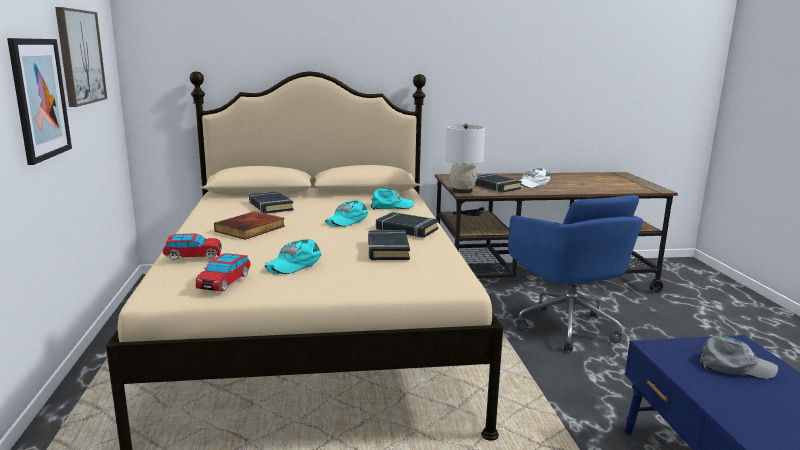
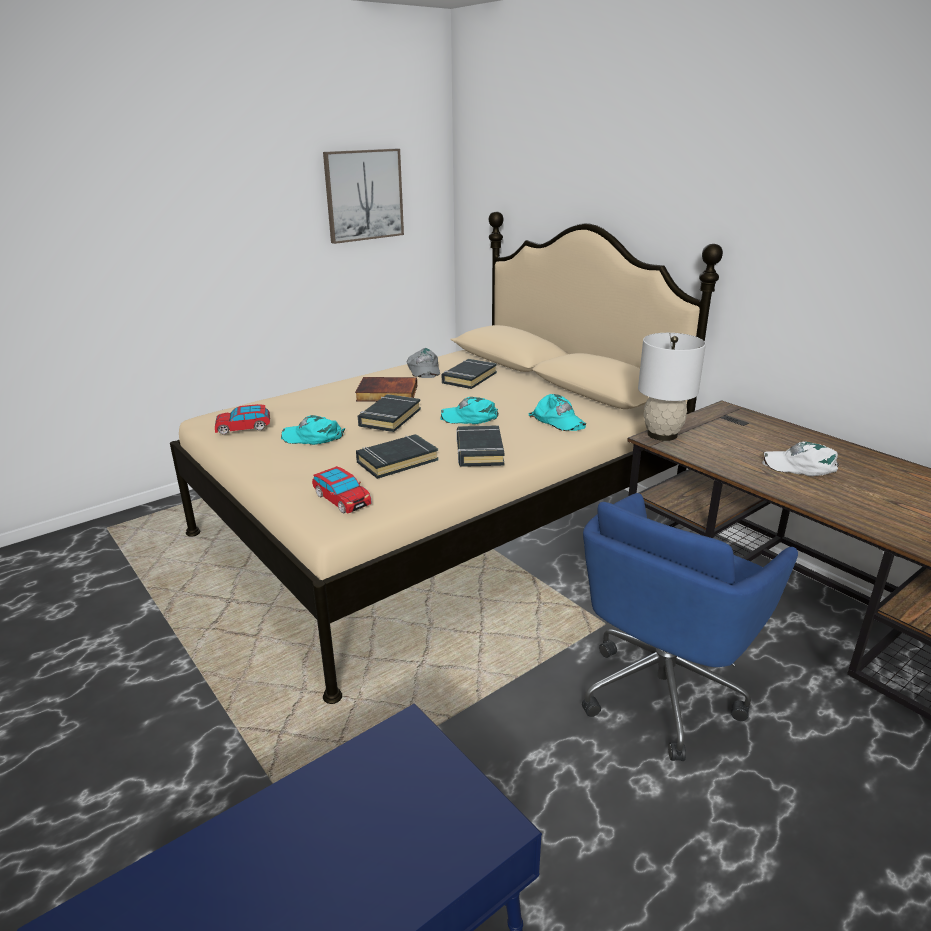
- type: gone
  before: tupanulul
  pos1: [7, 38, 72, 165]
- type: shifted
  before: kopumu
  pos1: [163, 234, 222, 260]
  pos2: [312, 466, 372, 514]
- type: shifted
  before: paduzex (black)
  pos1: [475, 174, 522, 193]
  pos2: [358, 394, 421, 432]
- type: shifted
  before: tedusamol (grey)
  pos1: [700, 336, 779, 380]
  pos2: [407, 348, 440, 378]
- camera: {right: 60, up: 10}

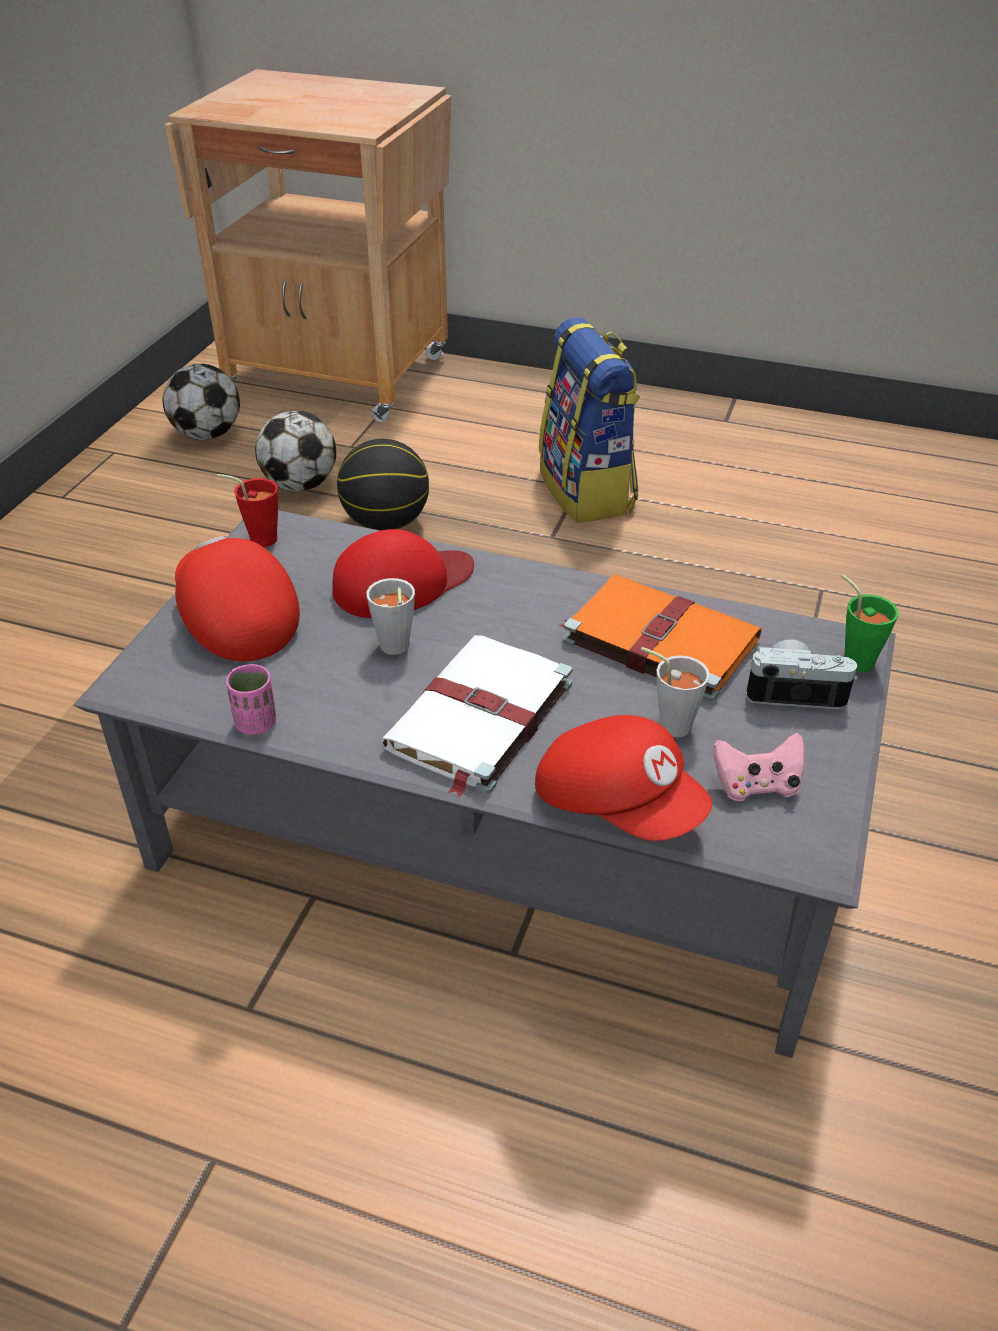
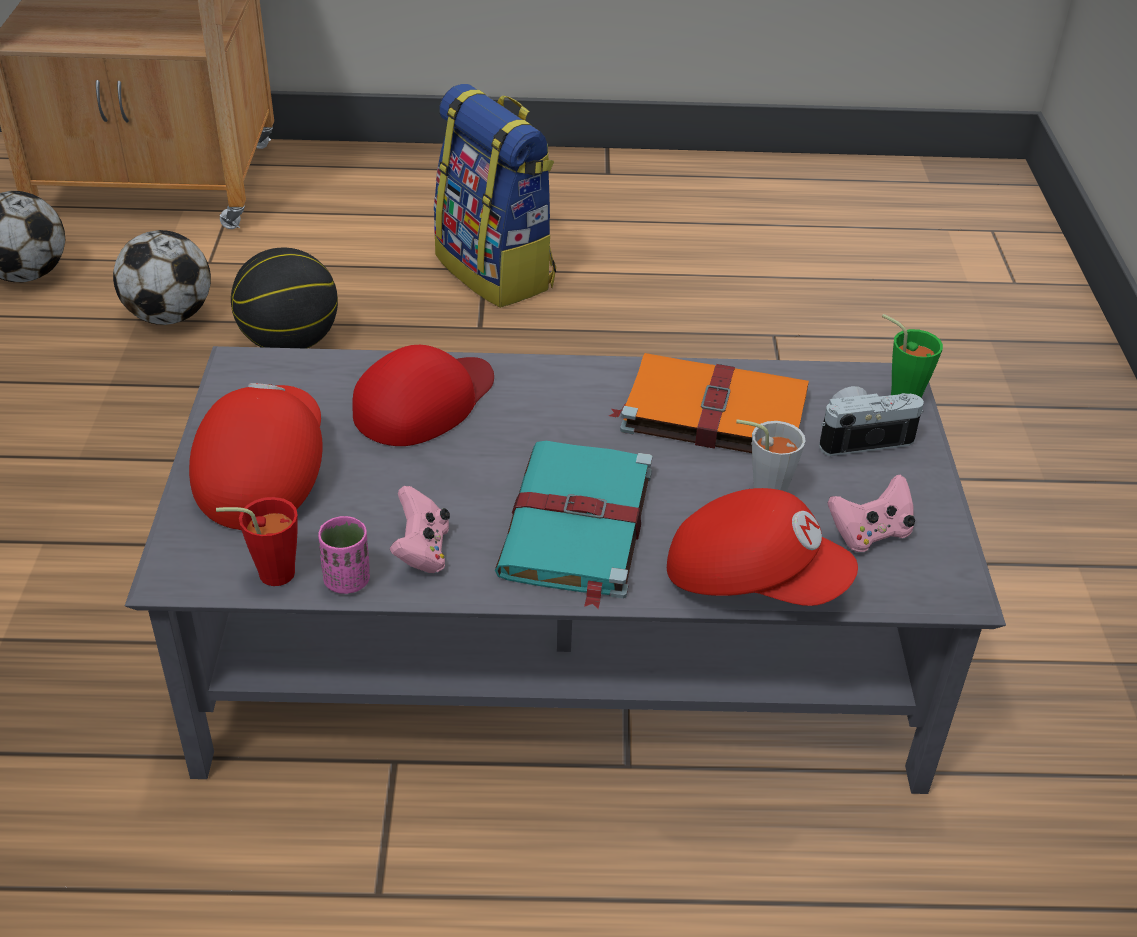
- type: gone
  before: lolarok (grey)
  pos1: [367, 578, 415, 655]
- type: new
  after: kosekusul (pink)
  pos2: [390, 486, 450, 573]
- type: shifted
  before: lolarok (red)
  pos1: [217, 474, 278, 547]
  pos2: [216, 497, 298, 586]
- type: repainted
  before: paduzex (white)
  after: paduzex (turquoise)
  pos1: [381, 635, 572, 798]
  pos2: [495, 441, 653, 609]
- type: rotated
  before: tedusamol (red)
  pos1: [175, 536, 300, 661]
  pos2: [189, 383, 323, 530]
  turn: 60
- camera: {right: -20, up: 0}

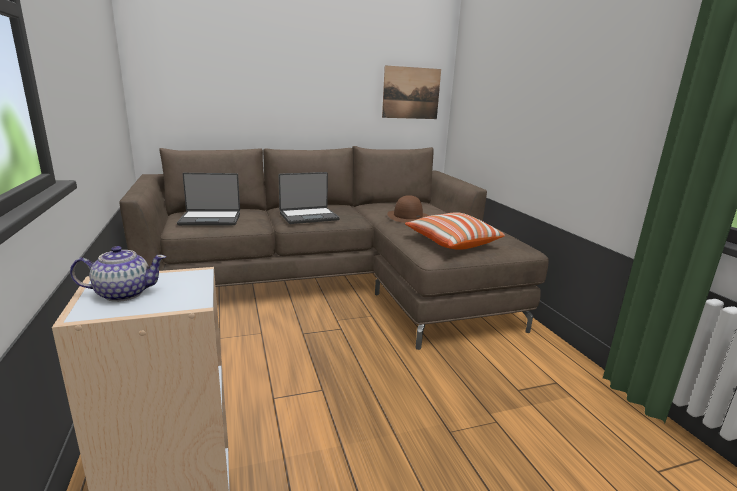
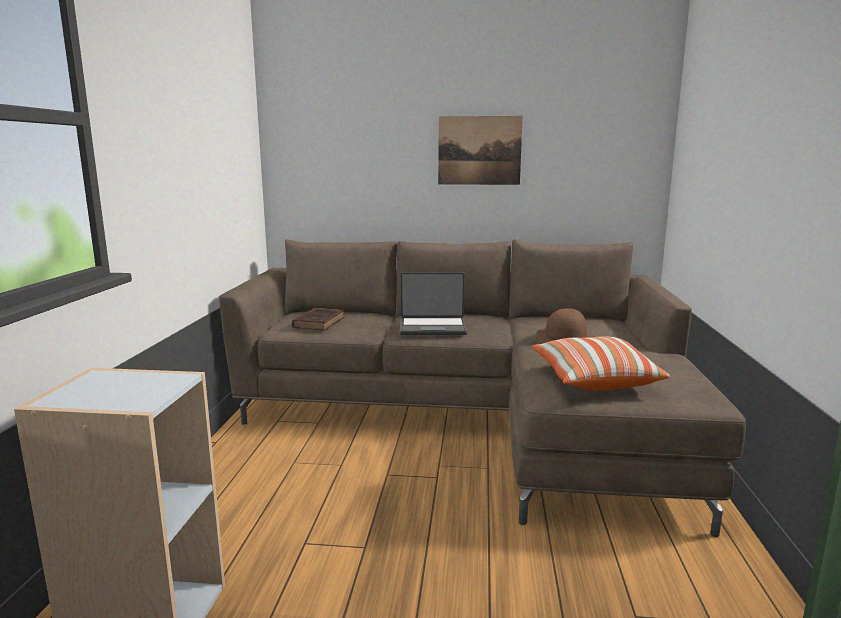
- type: gone
  before: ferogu
  pos1: [70, 246, 166, 302]
- type: shifted
  before: tupanulul
  pos1: [382, 65, 441, 119]
  pos2: [438, 116, 523, 185]
- type: swapped
  before: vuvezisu
  after: paduzex (brown)
  pos1: [177, 173, 240, 226]
  pos2: [292, 308, 344, 331]
- camera: {right: 25, up: -5}

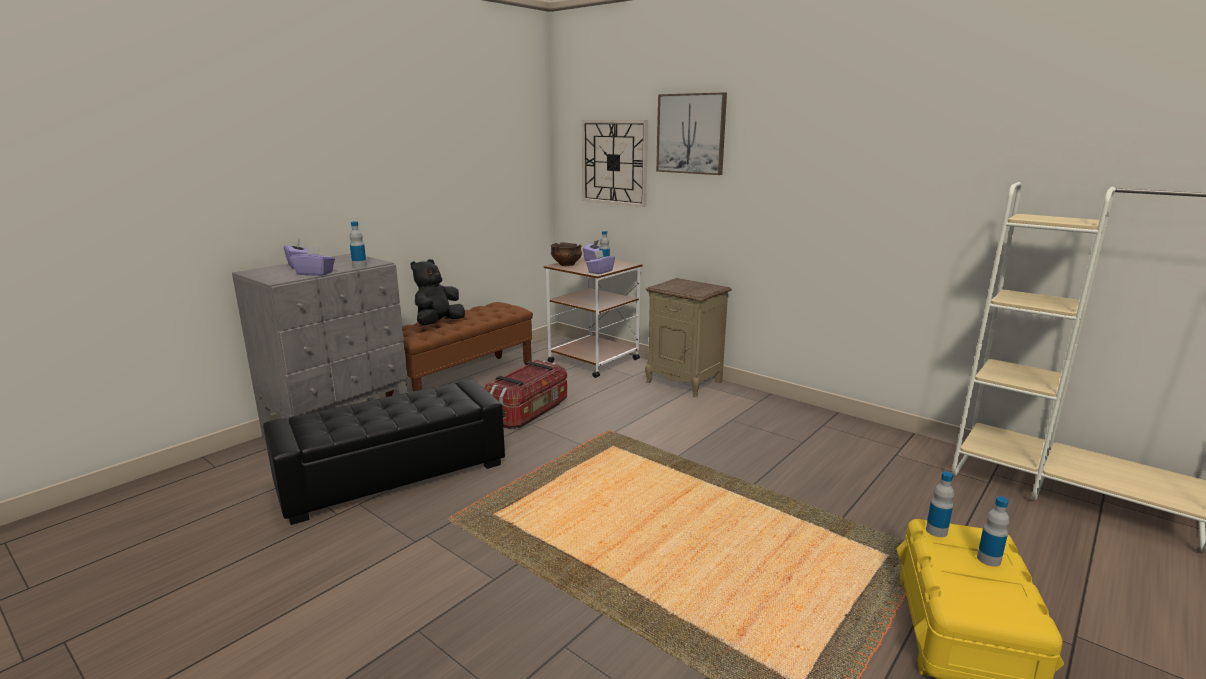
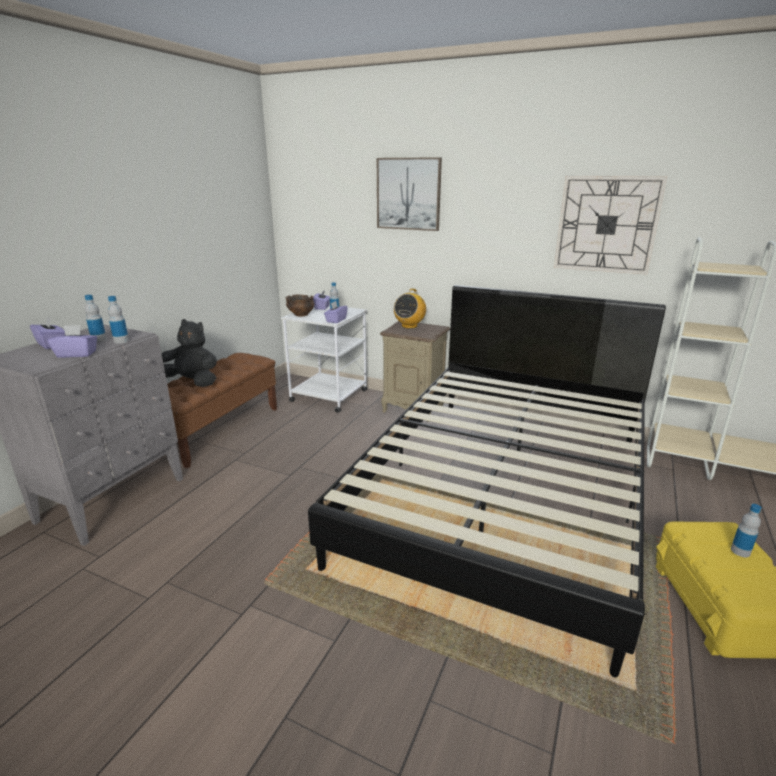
- type: gone
  before: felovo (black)
  pos1: [263, 379, 505, 525]
- type: gone
  before: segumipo
  pos1: [484, 360, 567, 429]
- type: new
  after: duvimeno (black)
  pos2: [308, 285, 666, 678]
- type: new
  after: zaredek
  pos2: [394, 288, 426, 328]
- type: shifted
  before: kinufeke
  pos1: [582, 120, 648, 207]
  pos2: [554, 176, 667, 275]
- type: shifted
  before: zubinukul
  pos1: [926, 471, 954, 537]
  pos2: [85, 295, 107, 342]
- type: repainted
  before: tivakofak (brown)
  after: tivakofak (white)
  pos1: [544, 257, 643, 378]
  pos2: [281, 305, 368, 413]
- type: rotated
  before: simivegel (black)
  pos1: [411, 259, 465, 325]
  pos2: [161, 319, 217, 387]
  turn: 90
- camera: {right: -15, up: 5}

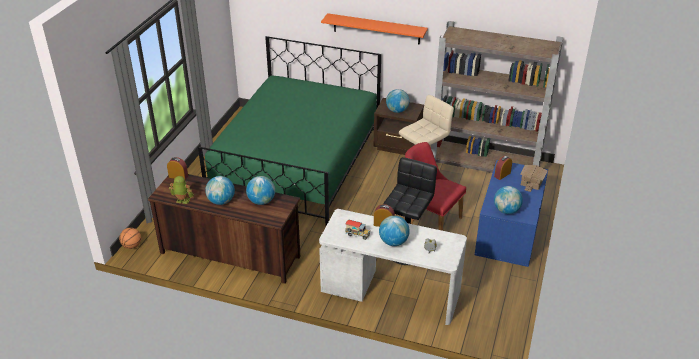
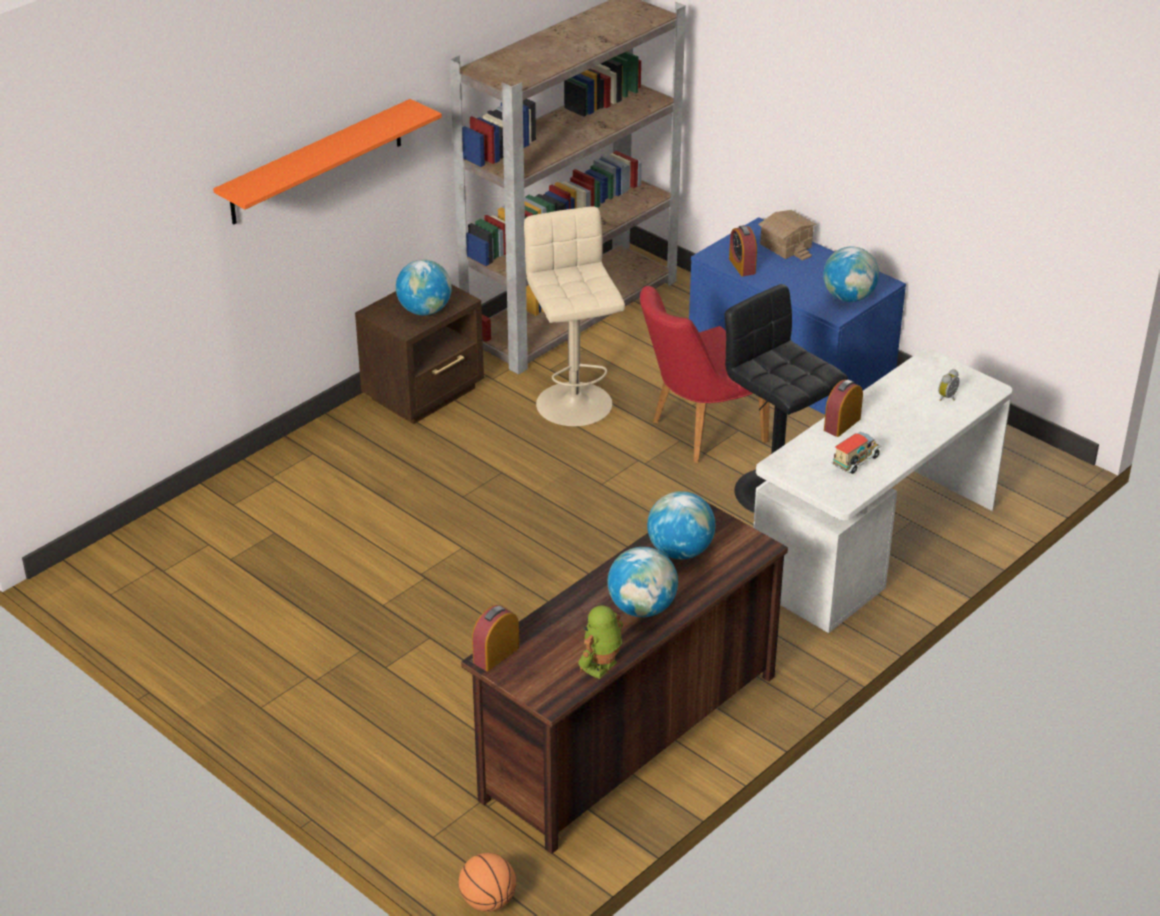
- type: gone
  before: duvimeno (green)
  pos1: [198, 36, 381, 226]
- type: gone
  before: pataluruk
  pos1: [379, 216, 410, 246]
- camera: {right: -65, up: 0}

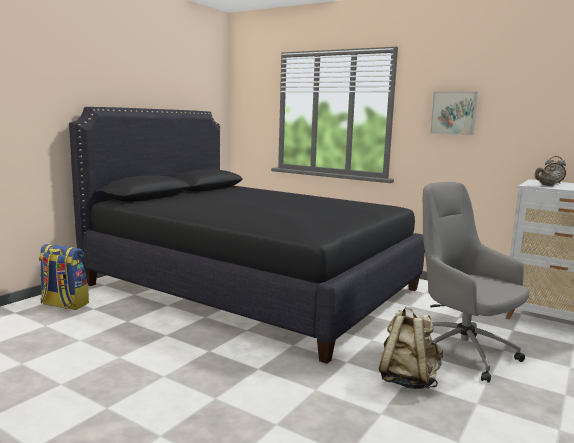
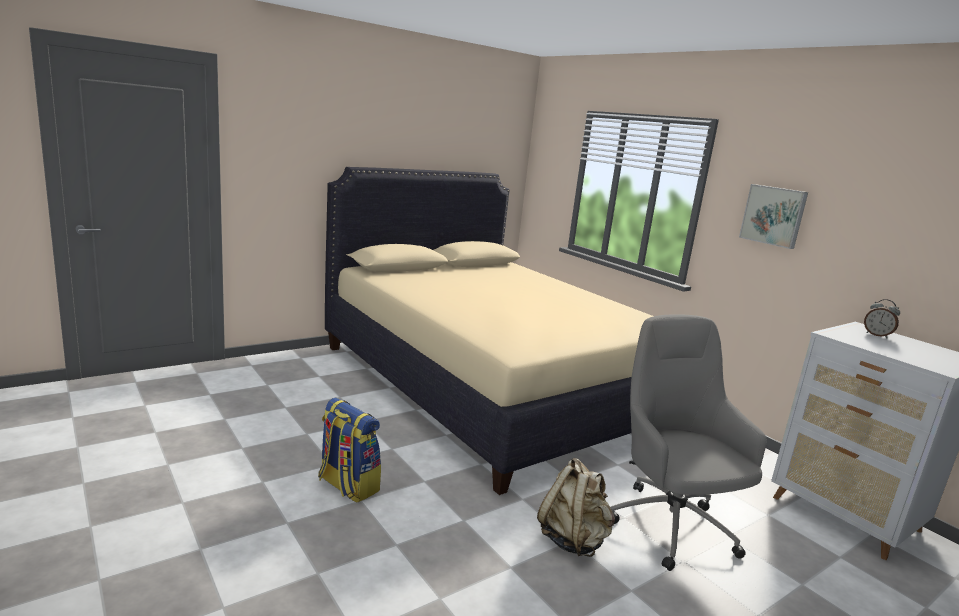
- type: gone
  before: ferogu (beige)
  pos1: [534, 165, 562, 186]
- type: shifted
  before: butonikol
  pos1: [39, 244, 89, 310]
  pos2: [318, 397, 381, 503]
- type: repainted
  before: duvimeno (black)
  after: duvimeno (beige)
  pos1: [69, 107, 425, 364]
  pos2: [325, 167, 653, 495]
- camera: {right: 20, up: 5}

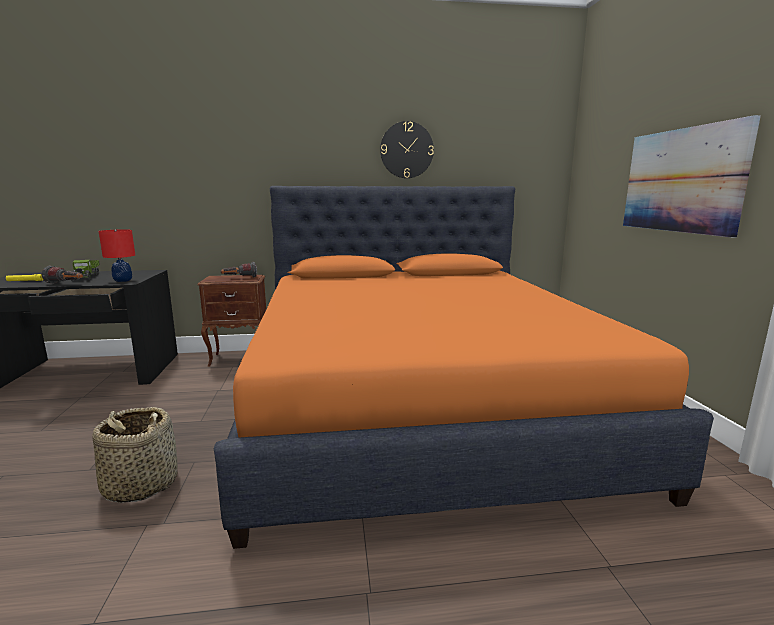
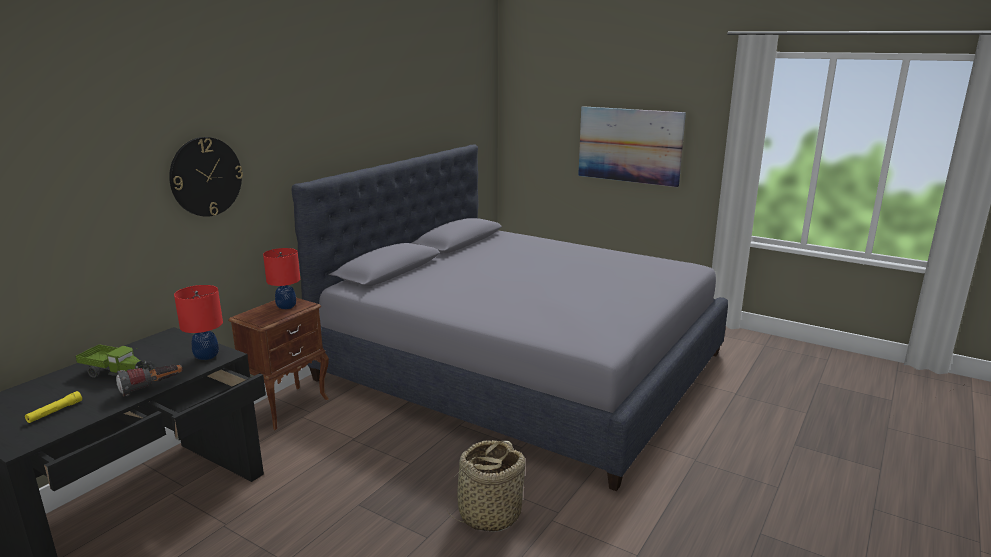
- type: shifted
  before: kinufeke
  pos1: [380, 121, 434, 178]
  pos2: [169, 137, 243, 217]
- type: swapped
  before: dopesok
  after: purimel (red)
  pos1: [221, 262, 257, 277]
  pos2: [263, 248, 300, 309]
- type: repainted
  before: duvimeno (orange)
  after: duvimeno (grey)
  pos1: [214, 186, 714, 549]
  pos2: [291, 144, 728, 491]
- camera: {right: -50, up: 5}

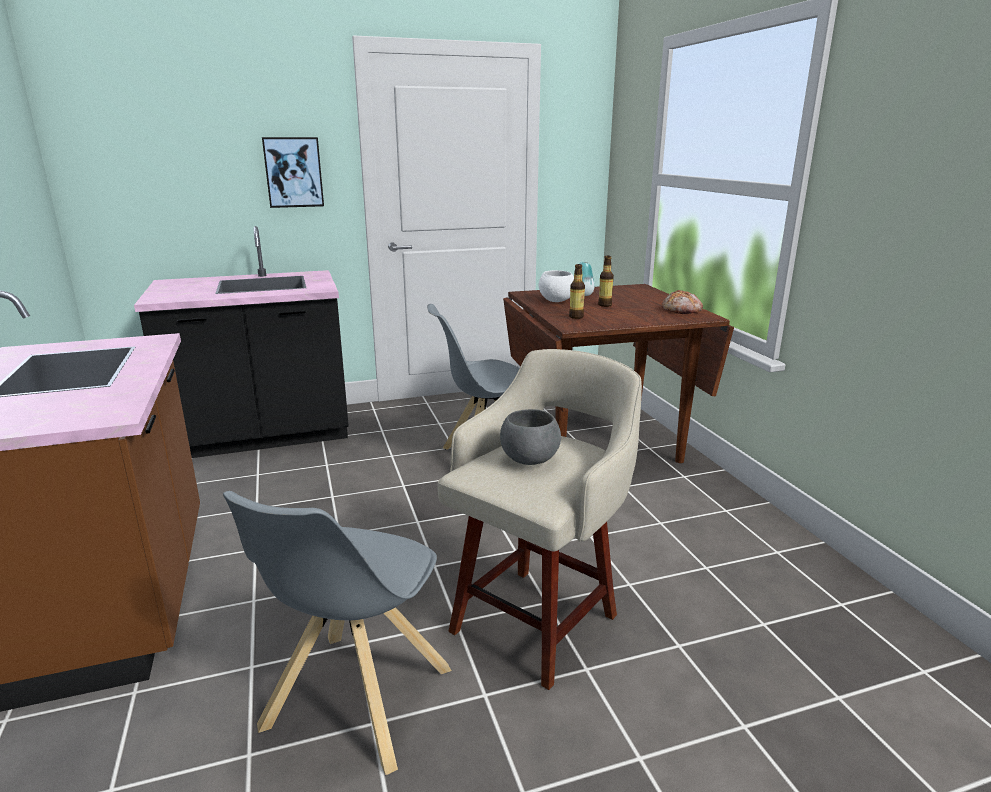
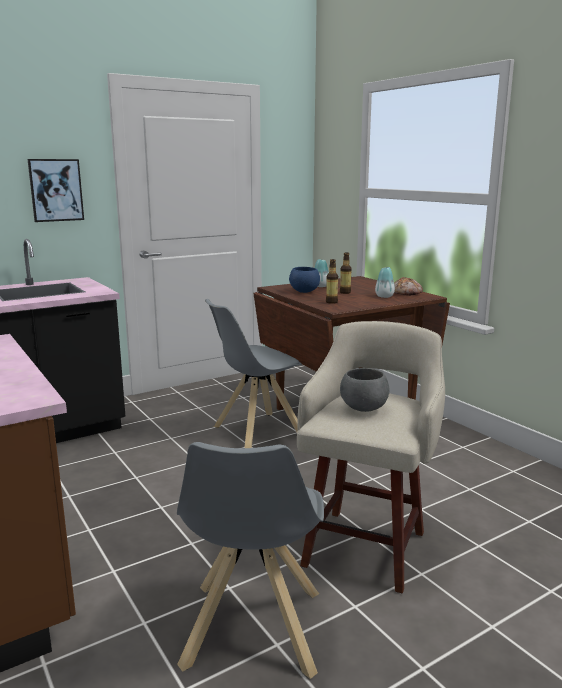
- type: new
  after: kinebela
  pos2: [375, 267, 395, 298]
- type: repainted
  before: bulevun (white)
  after: bulevun (blue)
  pos1: [538, 270, 574, 302]
  pos2: [289, 267, 320, 293]
- camera: {right: -15, up: -5}

